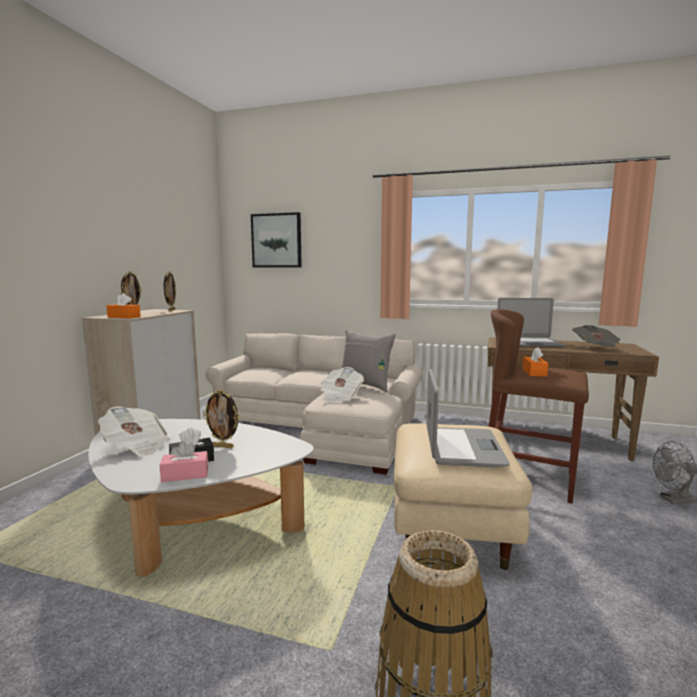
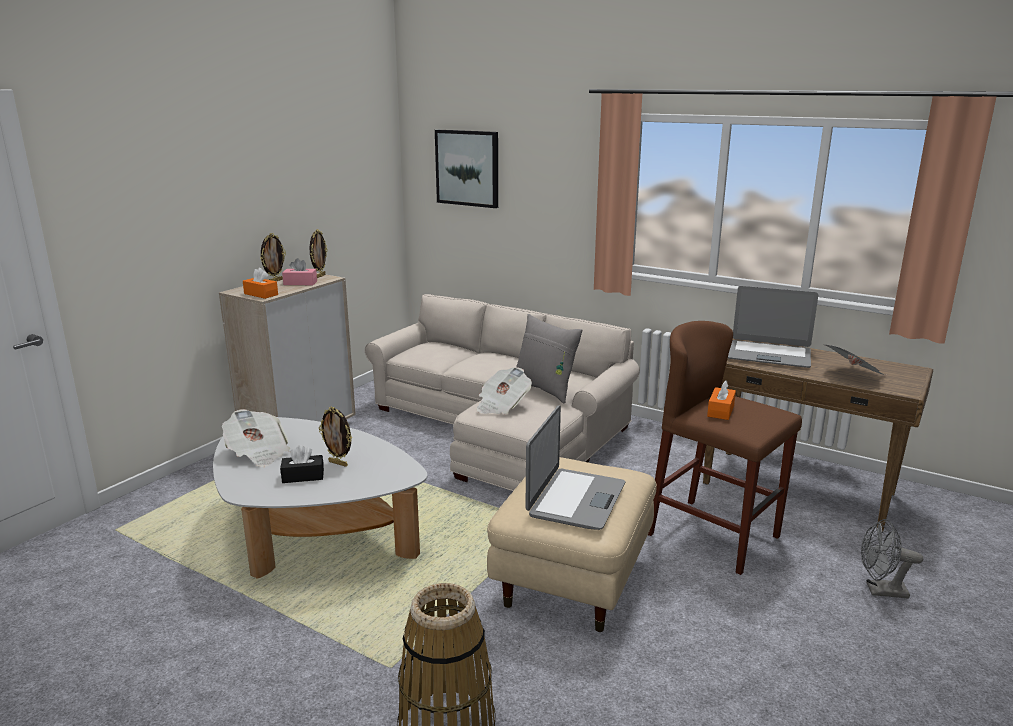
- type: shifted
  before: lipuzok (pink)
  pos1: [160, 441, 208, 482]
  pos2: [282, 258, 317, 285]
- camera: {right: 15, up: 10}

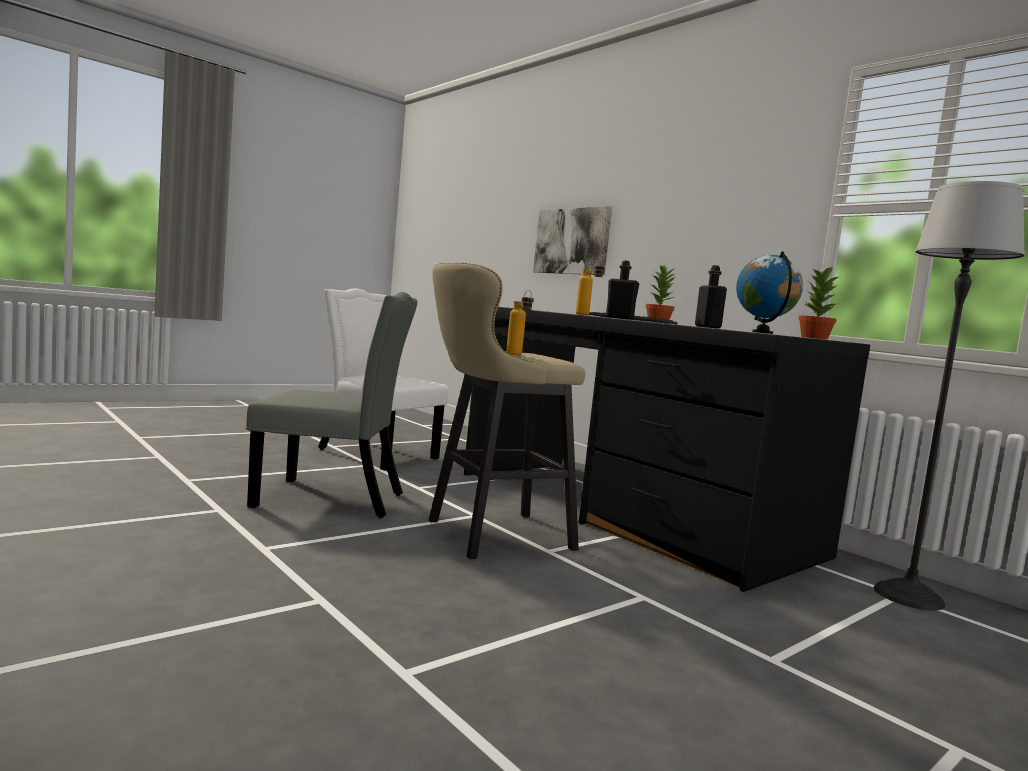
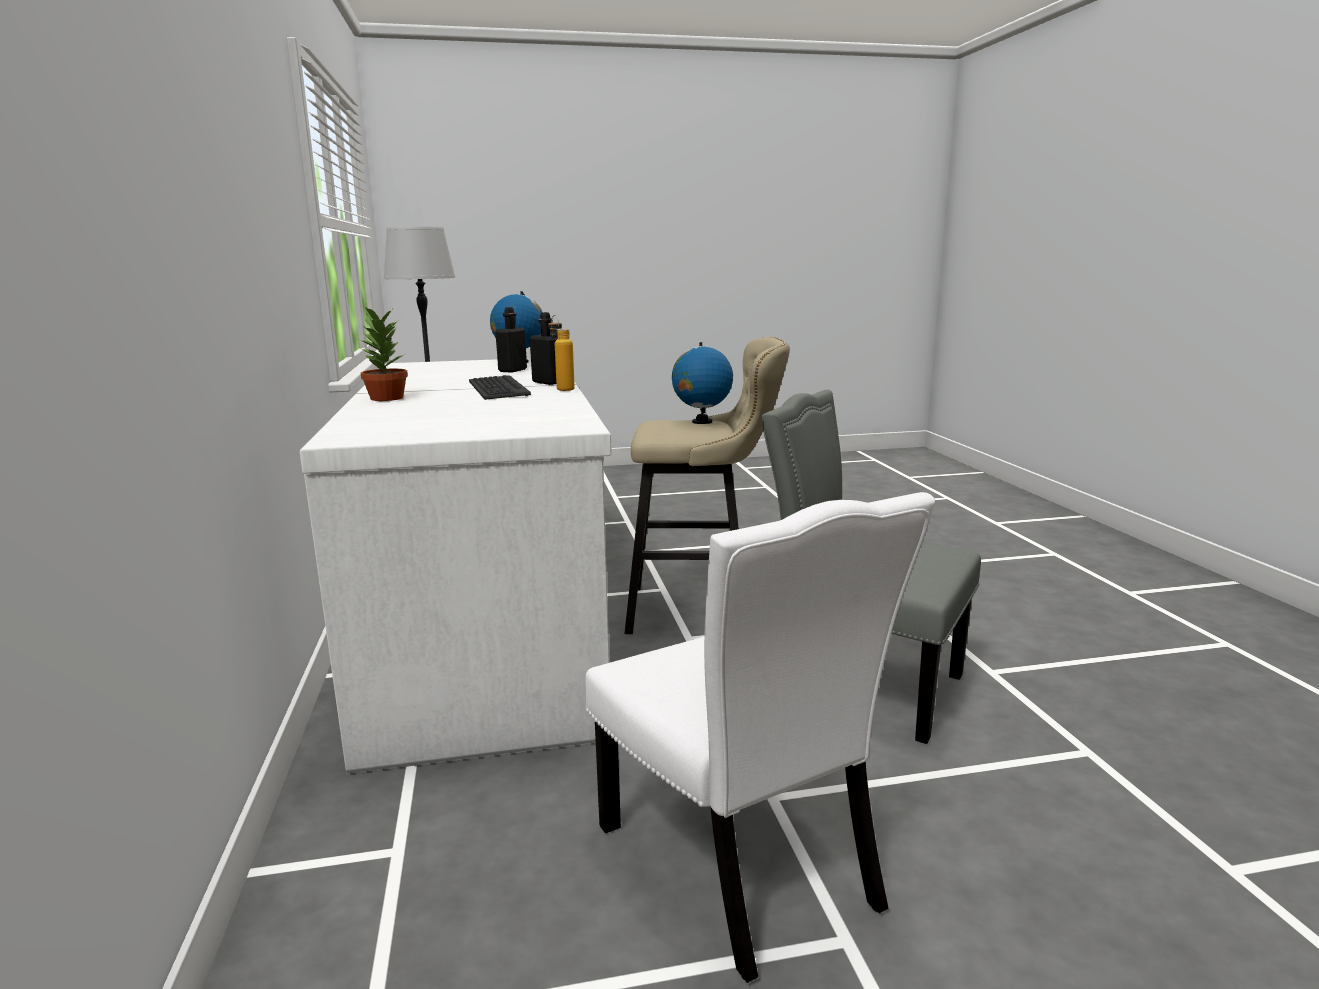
- type: gone
  before: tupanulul
  pos1: [533, 206, 612, 275]
- type: gone
  before: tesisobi
  pos1: [798, 266, 839, 340]
- type: swapped
  before: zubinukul
  after: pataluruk
  pos1: [506, 290, 534, 355]
  pos2: [672, 342, 733, 424]
- type: repainted
  before: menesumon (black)
  after: menesumon (white)
  pos1: [464, 307, 870, 592]
  pos2: [300, 358, 612, 774]
- camera: {right: -150, up: 10}

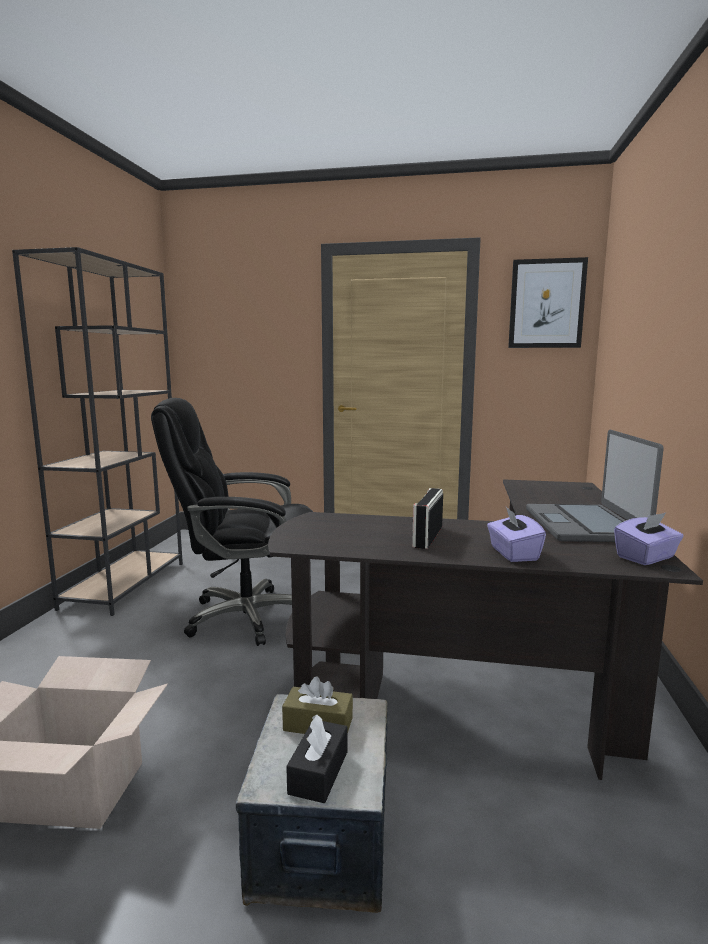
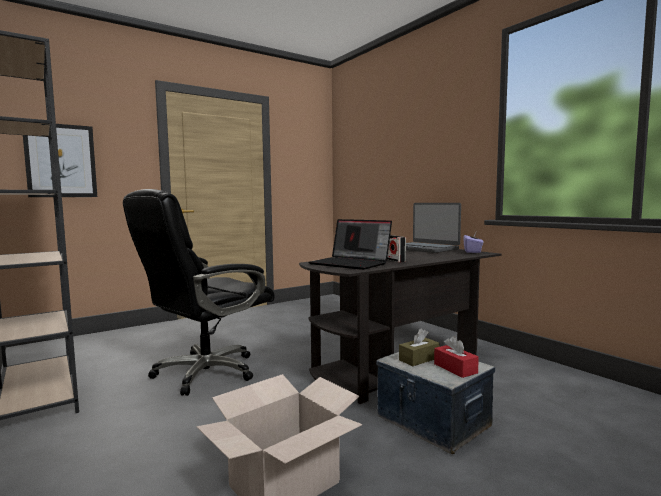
- type: gone
  before: lipuzok (purple)
  pos1: [487, 507, 546, 562]
- type: new
  after: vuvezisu
  pos2: [309, 219, 392, 270]
- type: shifted
  before: tupanulul
  pos1: [508, 257, 588, 348]
  pos2: [23, 124, 97, 197]
- type: repainted
  before: lipuzok (black)
  after: lipuzok (red)
  pos1: [286, 715, 347, 803]
  pos2: [434, 336, 479, 378]
- camera: {right: -45, up: -5}

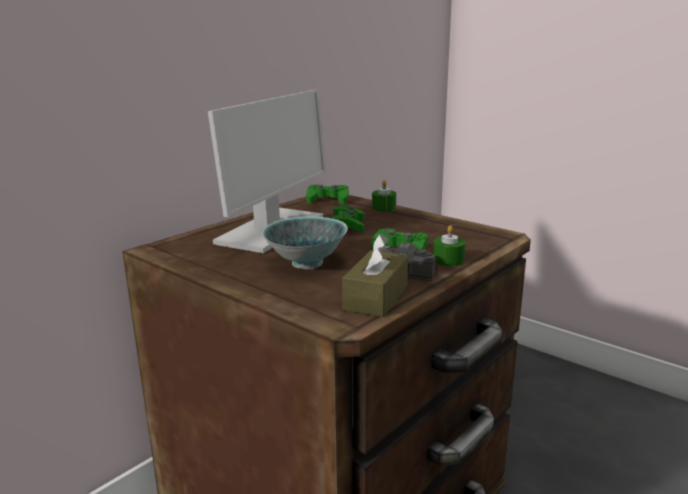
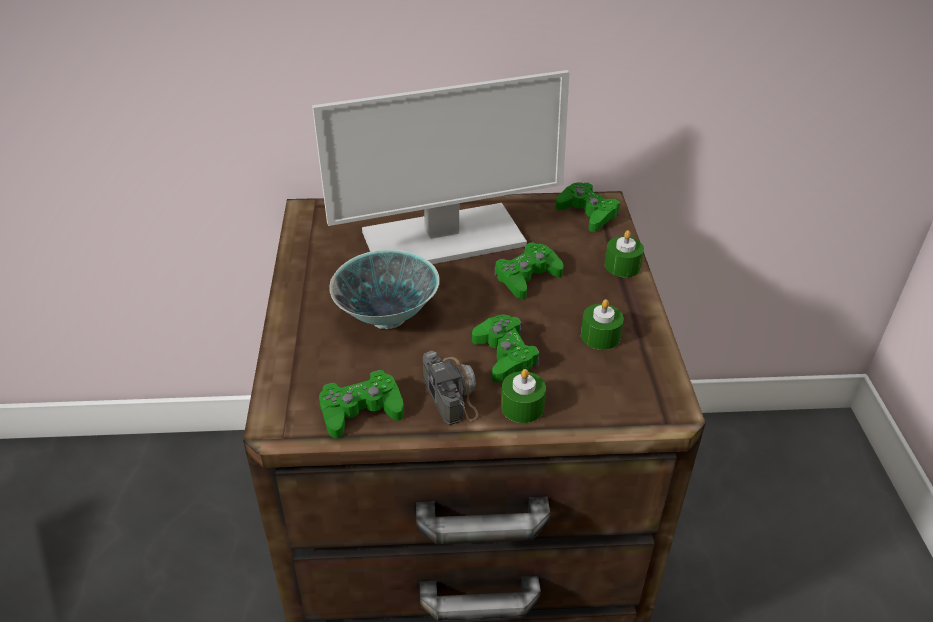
- type: new
  after: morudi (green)
  pos2: [581, 299, 624, 350]
- type: swapped
  before: lipuzok (brown)
  after: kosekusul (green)
  pos1: [342, 234, 408, 317]
  pos2: [319, 370, 404, 439]
- camera: {right: 45, up: 20}

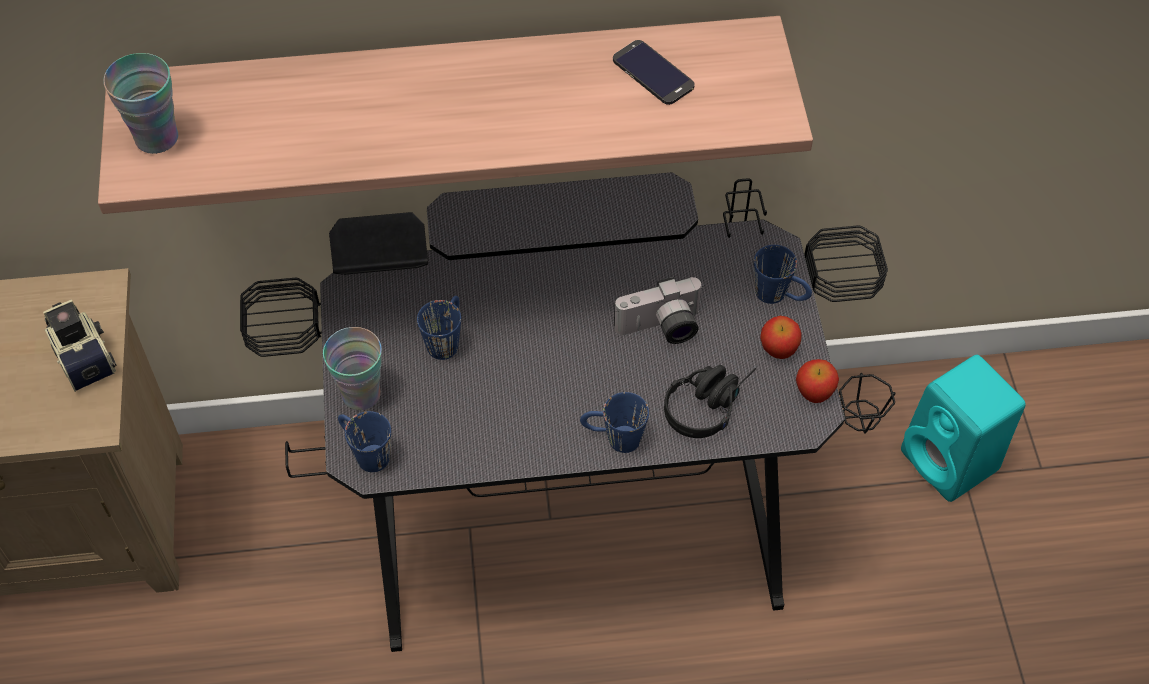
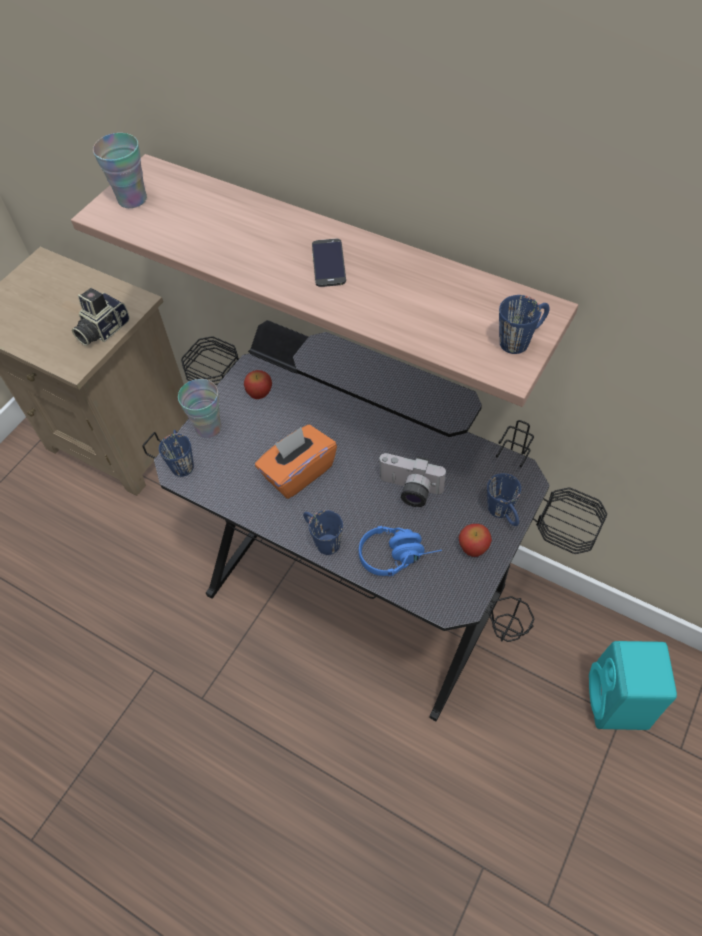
- type: new
  after: lipuzok (orange)
  pos2: [255, 424, 337, 499]
- type: shifted
  before: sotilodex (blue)
  pos1: [417, 296, 461, 360]
  pos2: [499, 295, 550, 354]
- type: shifted
  before: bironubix
  pos1: [613, 40, 695, 105]
  pos2: [312, 239, 346, 287]
- type: shifted
  before: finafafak
  pos1: [796, 359, 839, 403]
  pos2: [244, 370, 272, 399]
- type: repainted
  before: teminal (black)
  after: teminal (blue)
  pos1: [664, 365, 756, 438]
  pos2: [359, 526, 442, 576]
- type: rotated
  before: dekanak
  pos1: [43, 299, 117, 392]
  pos2: [72, 288, 130, 346]
  turn: -150
- camera: {right: 40, up: 0}

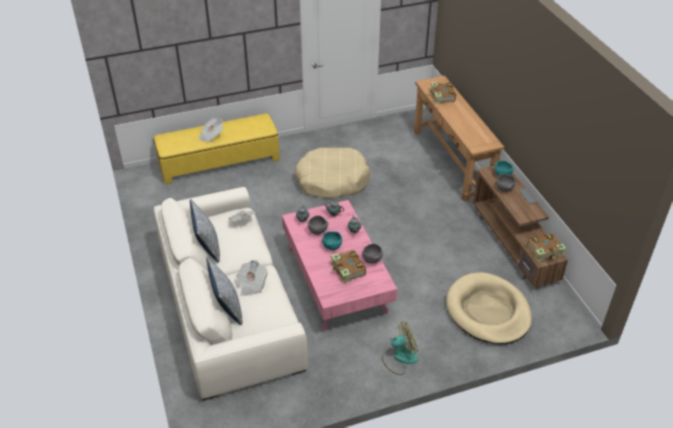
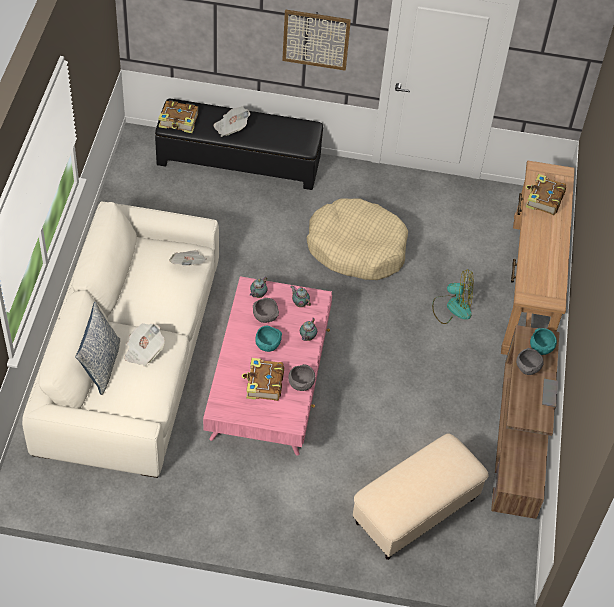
- type: gone
  before: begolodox
  pos1: [190, 199, 220, 263]
- type: new
  after: tupanulul
  pos2: [282, 9, 351, 71]
- type: shifted
  before: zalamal
  pos1: [382, 321, 419, 375]
  pos2: [432, 269, 473, 324]
- type: shifted
  before: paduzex
  pos1: [527, 233, 566, 262]
  pos2: [158, 100, 198, 133]
- type: swapped
  before: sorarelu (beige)
  after: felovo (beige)
  pos1: [446, 272, 532, 344]
  pos2: [353, 434, 489, 560]
- type: repainted
  before: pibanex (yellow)
  after: pibanex (black)
  pos1: [154, 113, 280, 184]
  pos2: [155, 99, 323, 190]
- camera: {right: 25, up: 10}

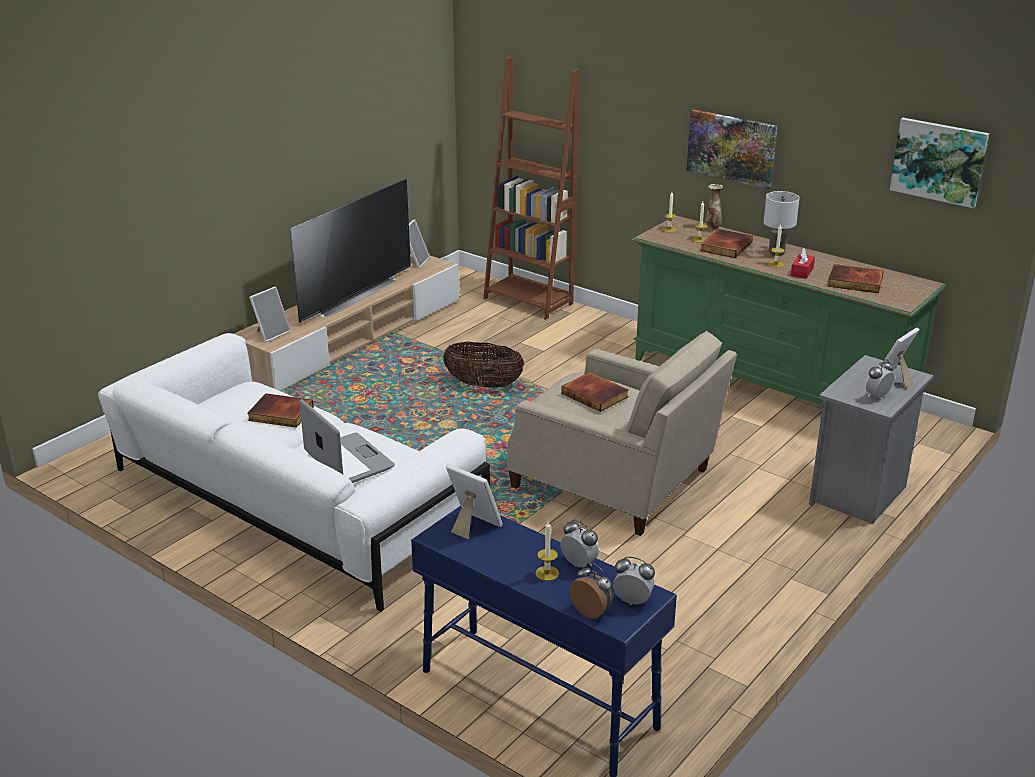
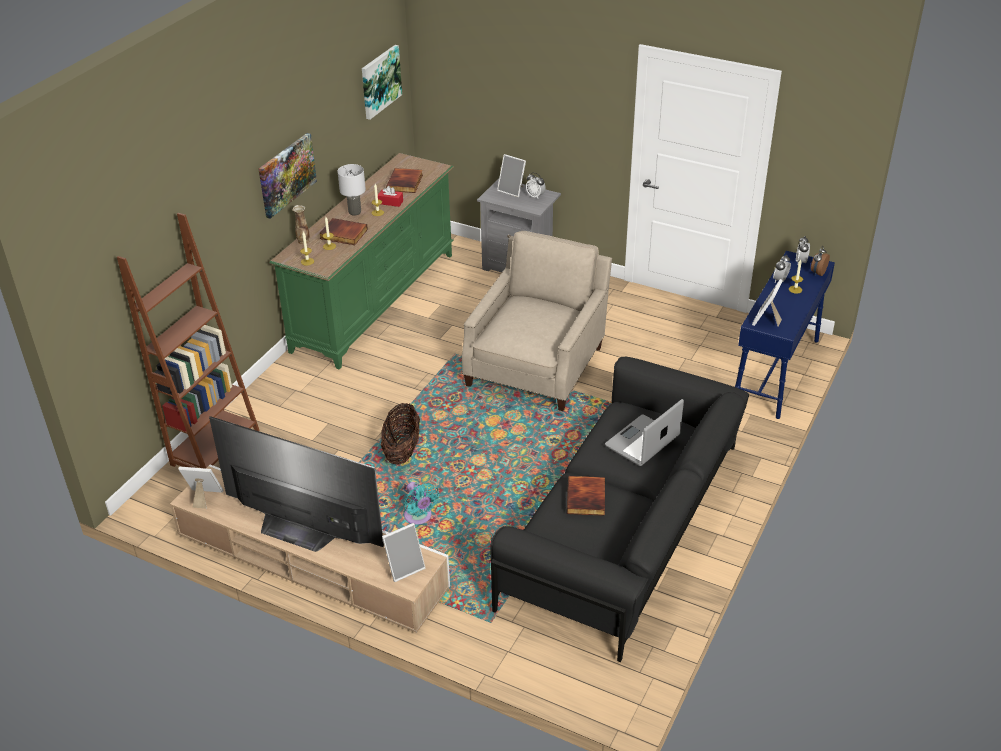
- type: gone
  before: paduzex
  pos1: [561, 372, 629, 412]
- type: new
  after: zalamal (turquoise)
  pos2: [404, 482, 439, 525]
- type: repainted
  before: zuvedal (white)
  after: zuvedal (black)
  pos1: [98, 333, 490, 612]
  pos2: [490, 357, 749, 662]
- type: rotated
  before: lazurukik
  pos1: [249, 286, 291, 342]
  pos2: [382, 523, 425, 582]
  turn: 120
- camera: {right: -100, up: 10}

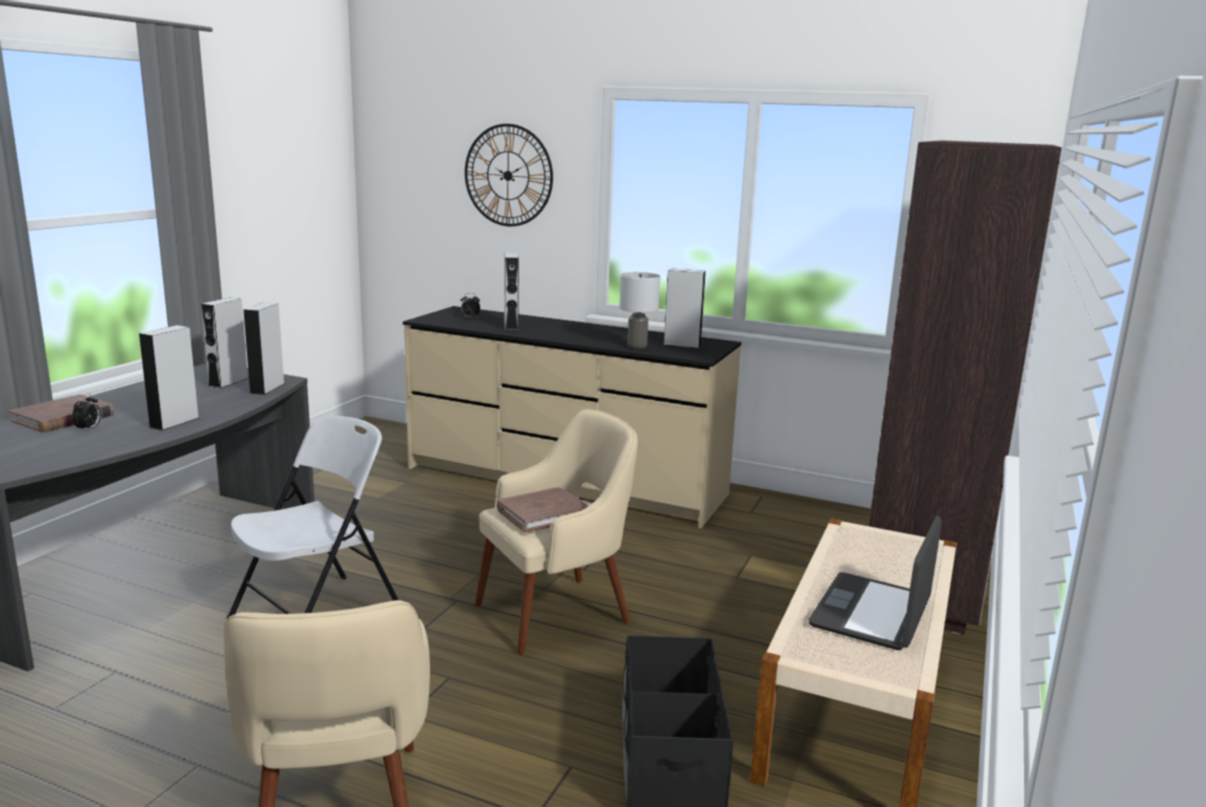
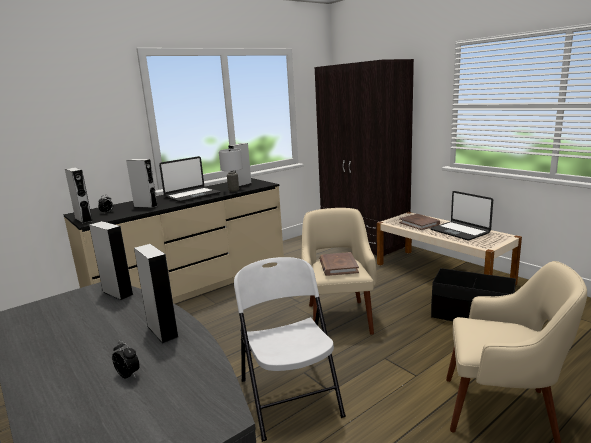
- type: gone
  before: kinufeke
  pos1: [465, 124, 553, 227]
- type: new
  after: vuvezisu
  pos2: [159, 156, 220, 202]
- type: shifted
  before: paduzex (brown)
  pos1: [9, 394, 114, 433]
  pos2: [399, 214, 440, 230]
- type: shifted
  before: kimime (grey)
  pos1: [201, 297, 249, 388]
  pos2: [65, 168, 92, 223]
- camera: {right: -60, up: 0}

